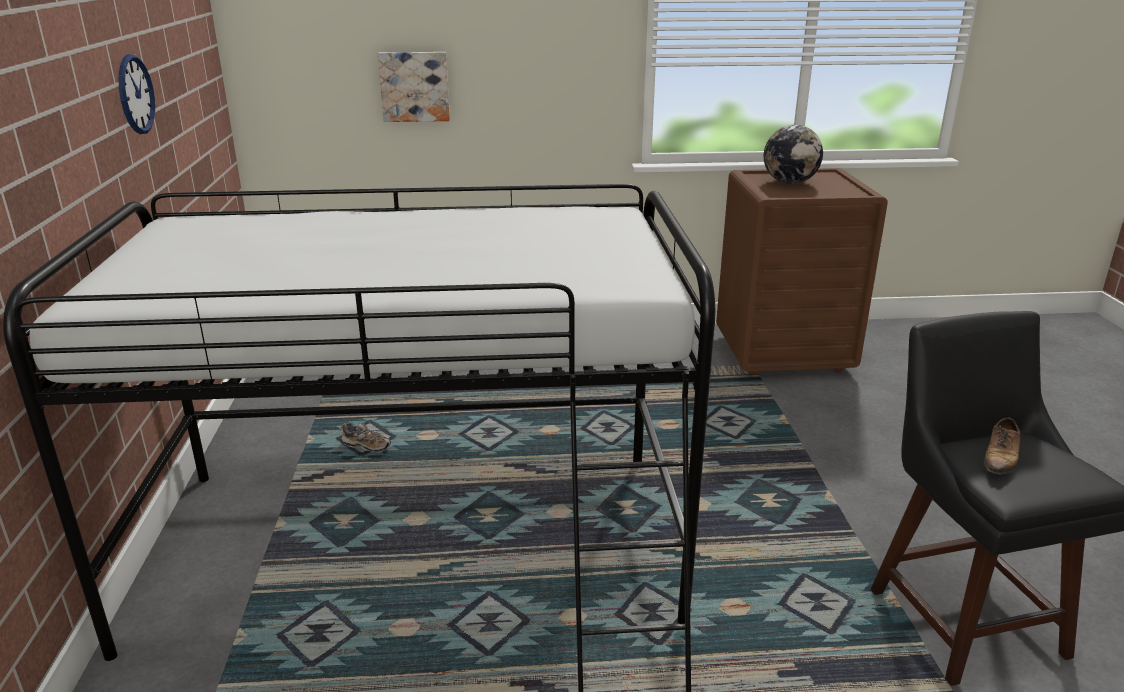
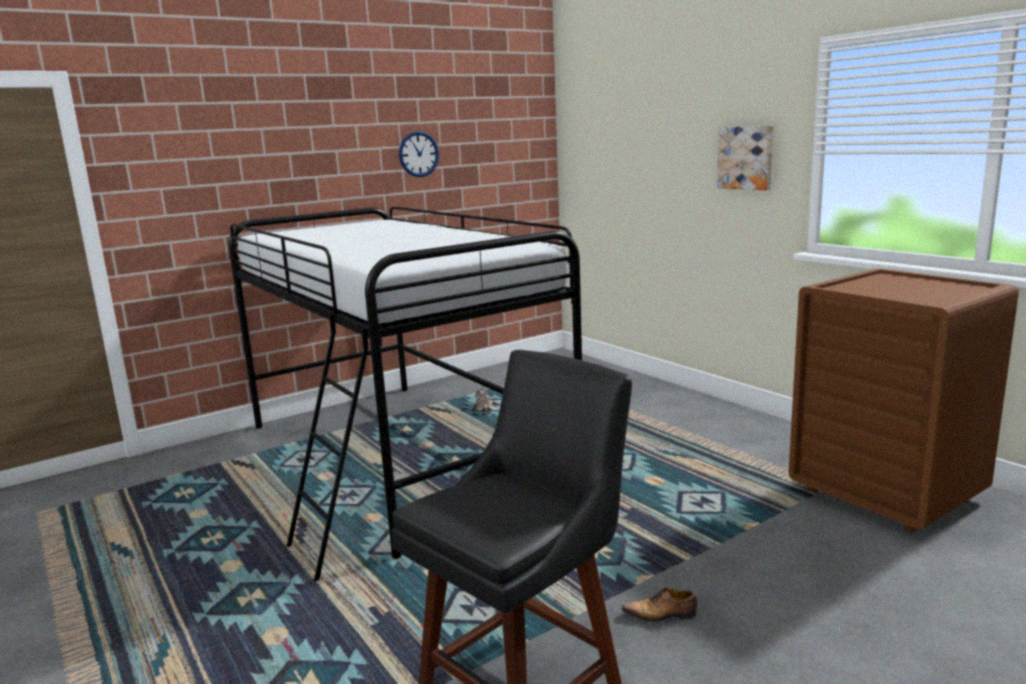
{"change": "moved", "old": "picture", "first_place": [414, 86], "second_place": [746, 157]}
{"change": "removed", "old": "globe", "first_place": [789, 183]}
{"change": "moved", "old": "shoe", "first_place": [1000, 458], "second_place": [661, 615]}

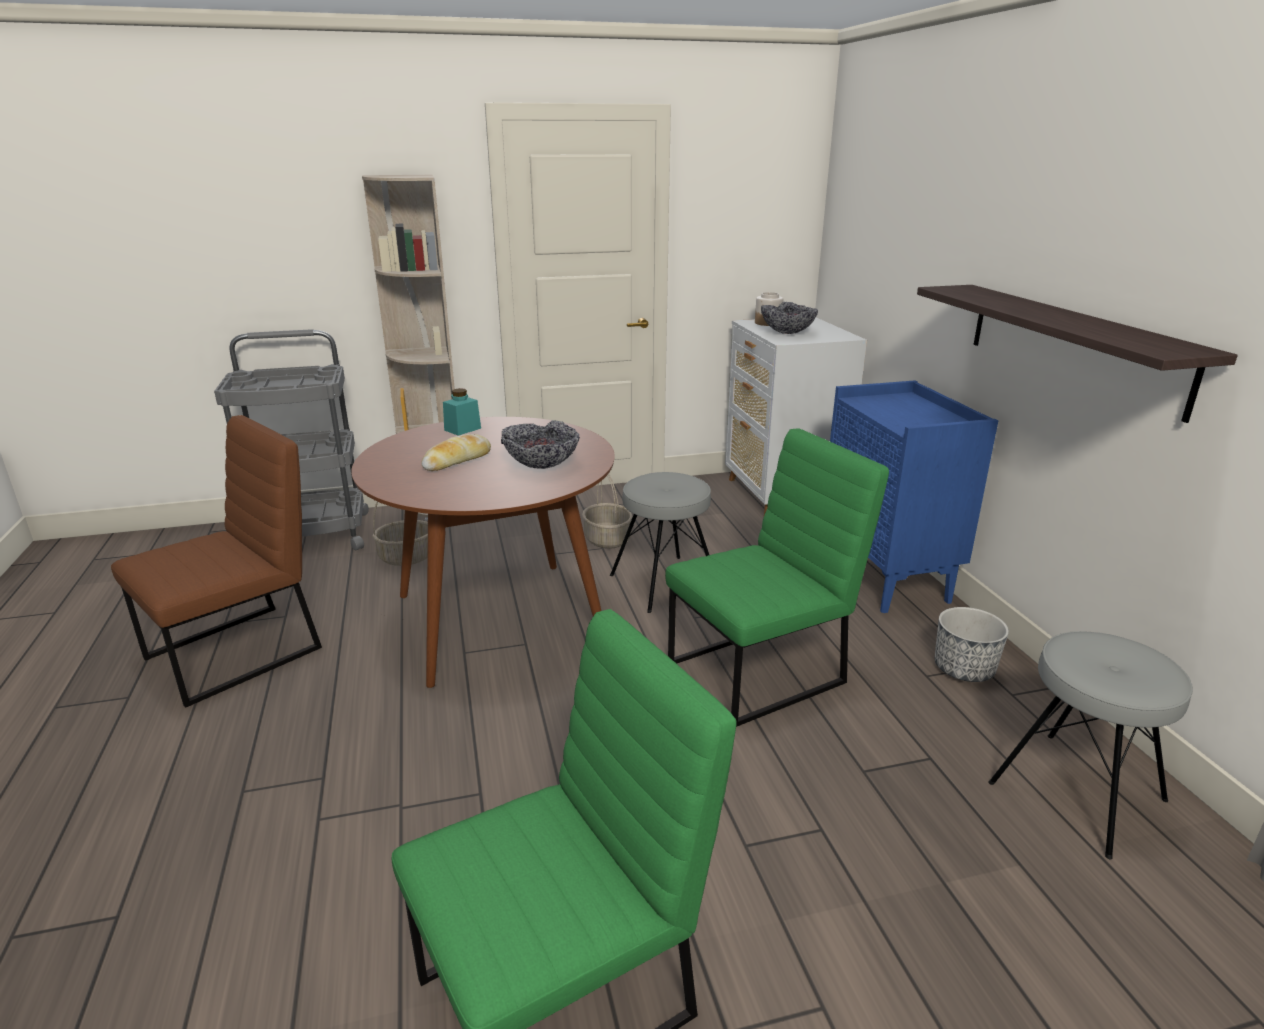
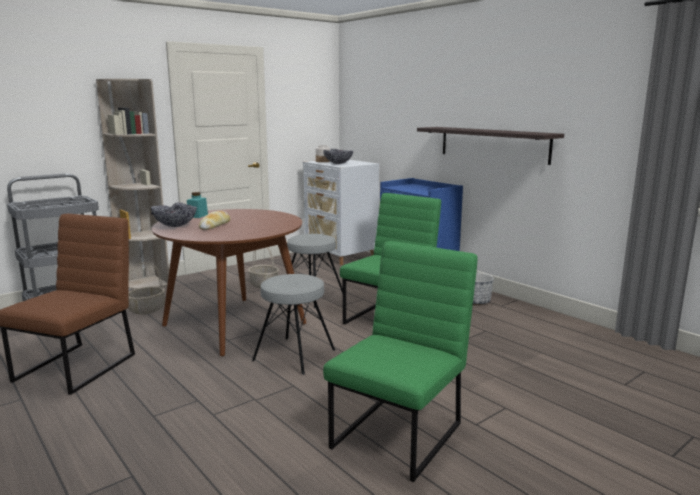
{"change": "moved", "old": "bowl", "first_place": [542, 465], "second_place": [175, 226]}
{"change": "moved", "old": "stool (grey)", "first_place": [1076, 791], "second_place": [294, 355]}

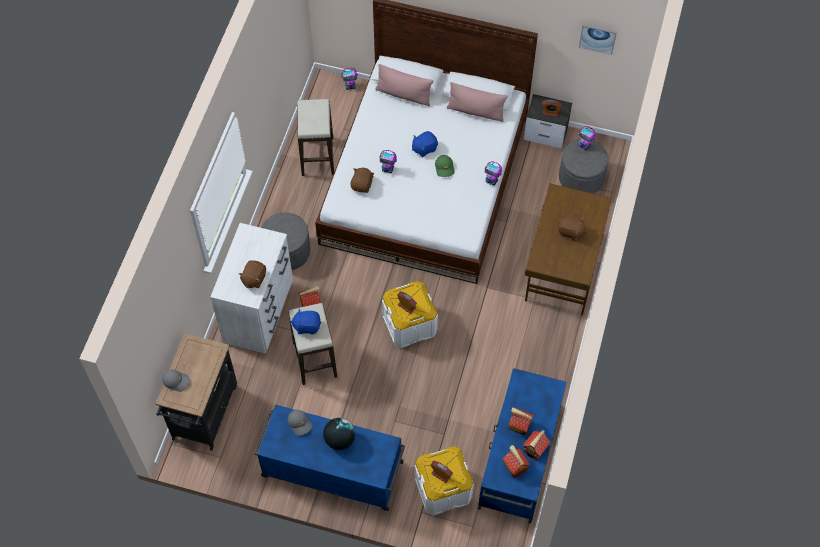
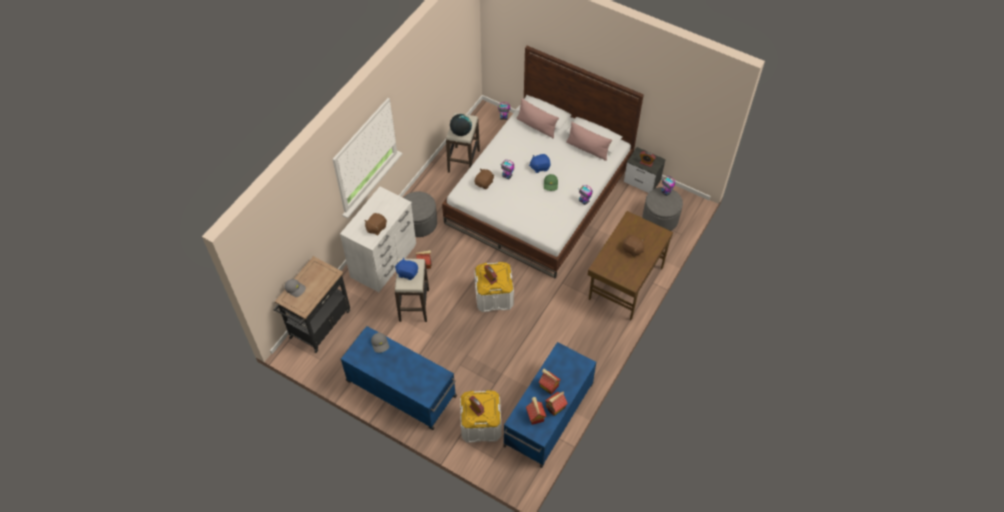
{"change": "removed", "old": "picture", "first_place": [597, 38]}
{"change": "moved", "old": "globe", "first_place": [339, 439], "second_place": [461, 132]}

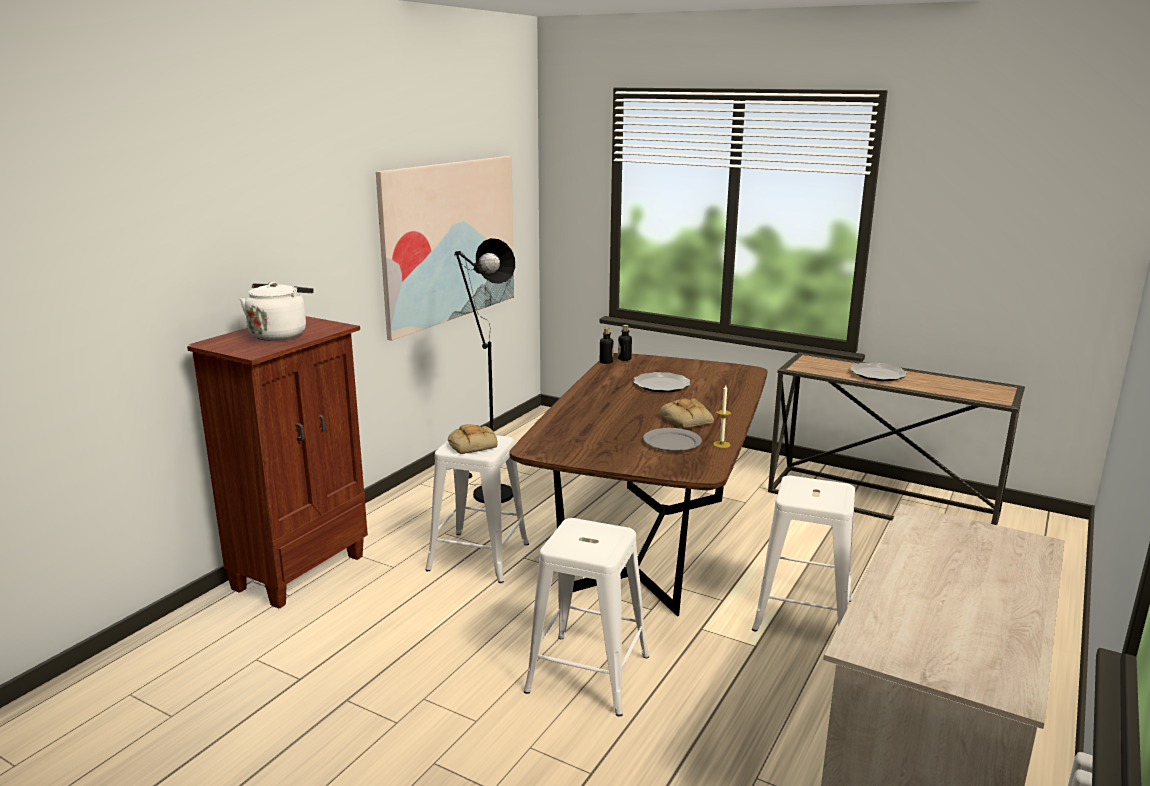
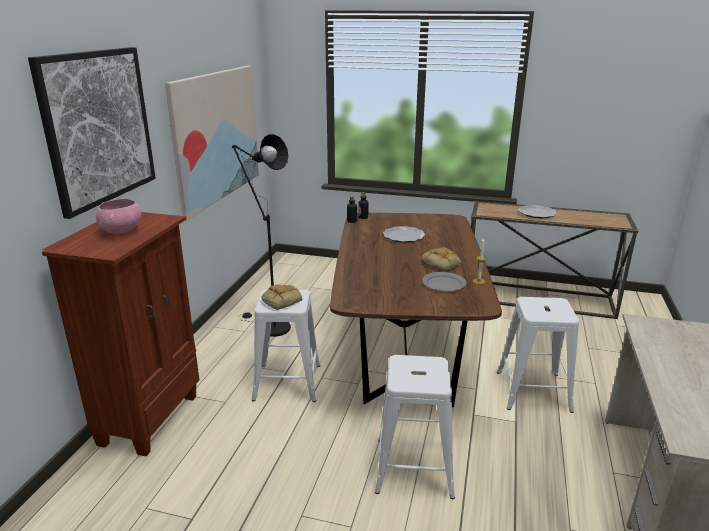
{"change": "replaced", "old": "kettle (white)", "new": "bowl (pink)", "first_place": [280, 335], "second_place": [122, 231]}
{"change": "added", "new": "picture", "second_place": [99, 127]}

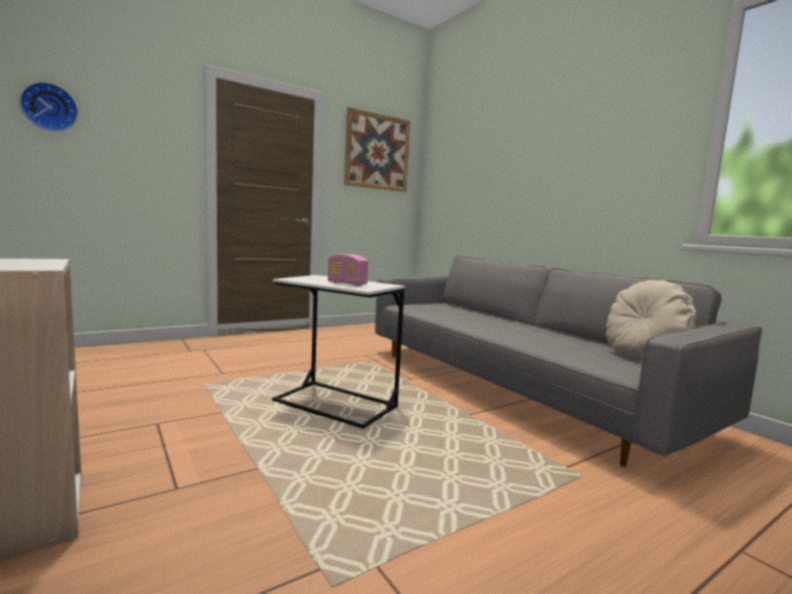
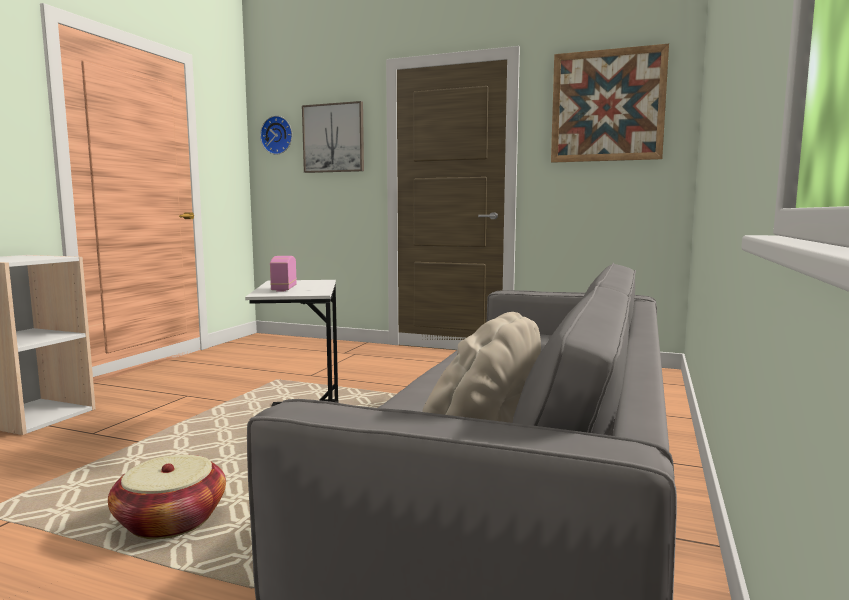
{"change": "added", "new": "picture", "second_place": [333, 138]}
{"change": "added", "new": "basket", "second_place": [171, 521]}

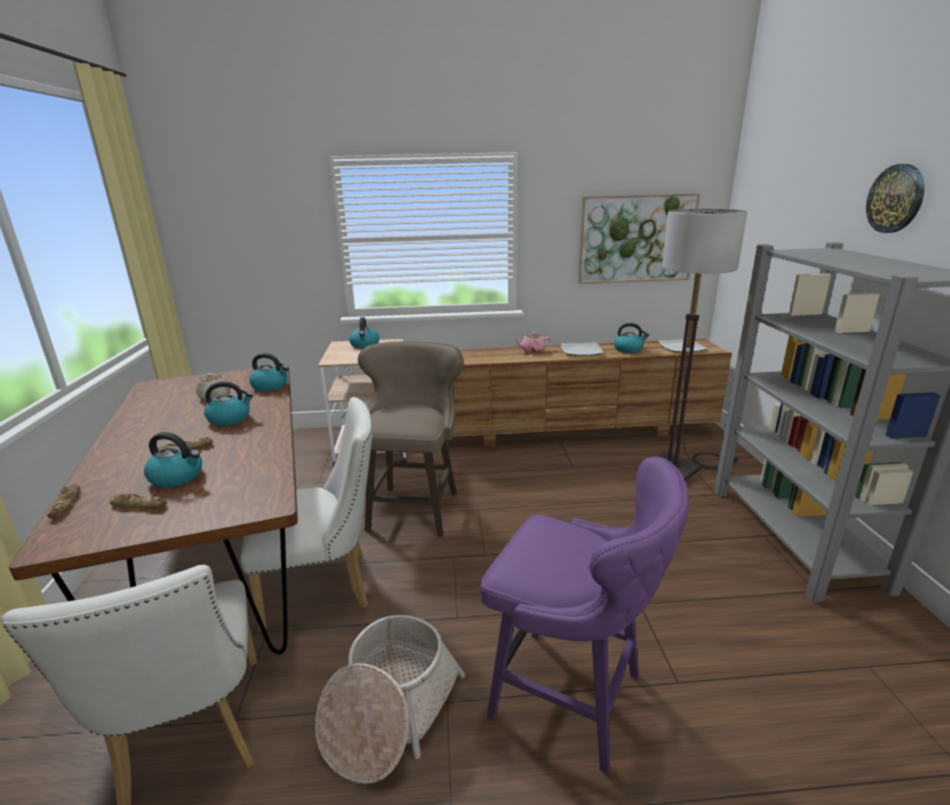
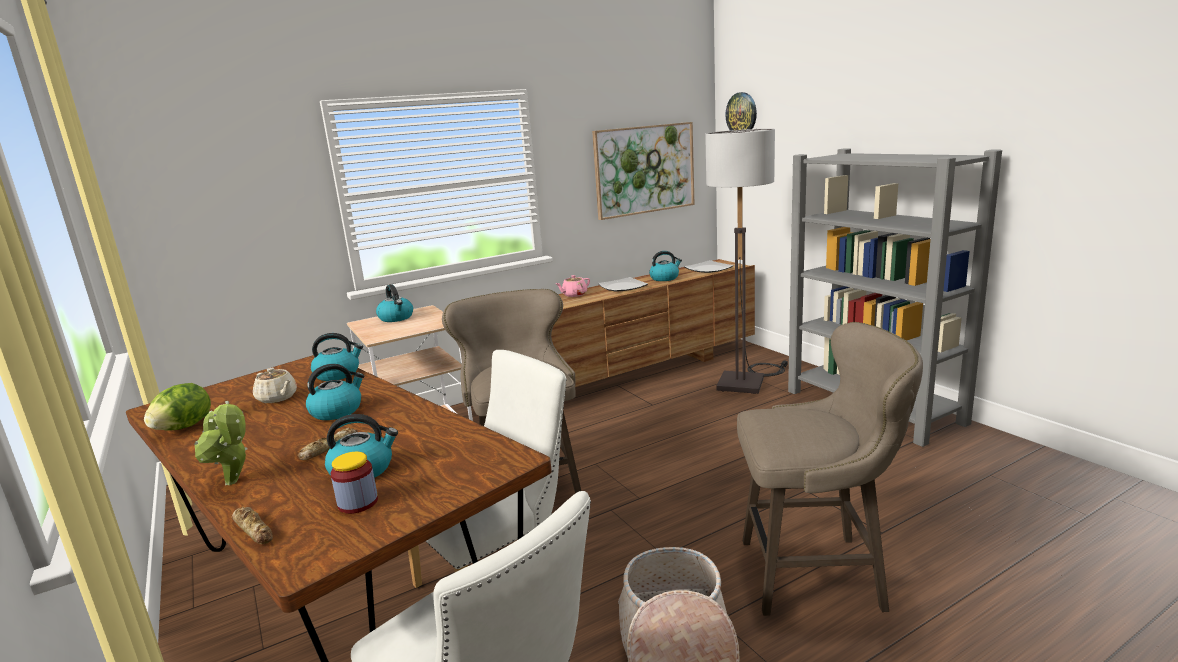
{"change": "moved", "old": "wall clock", "first_place": [895, 199], "second_place": [741, 114]}
{"change": "recoloured", "old": "stool (purple)", "new": "stool (beige)", "first_place": [573, 698], "second_place": [818, 573]}
{"change": "replaced", "old": "bread", "new": "jar", "first_place": [139, 505], "second_place": [358, 503]}
{"change": "added", "new": "lettuce", "second_place": [184, 427]}
{"change": "added", "new": "potted plant", "second_place": [234, 483]}

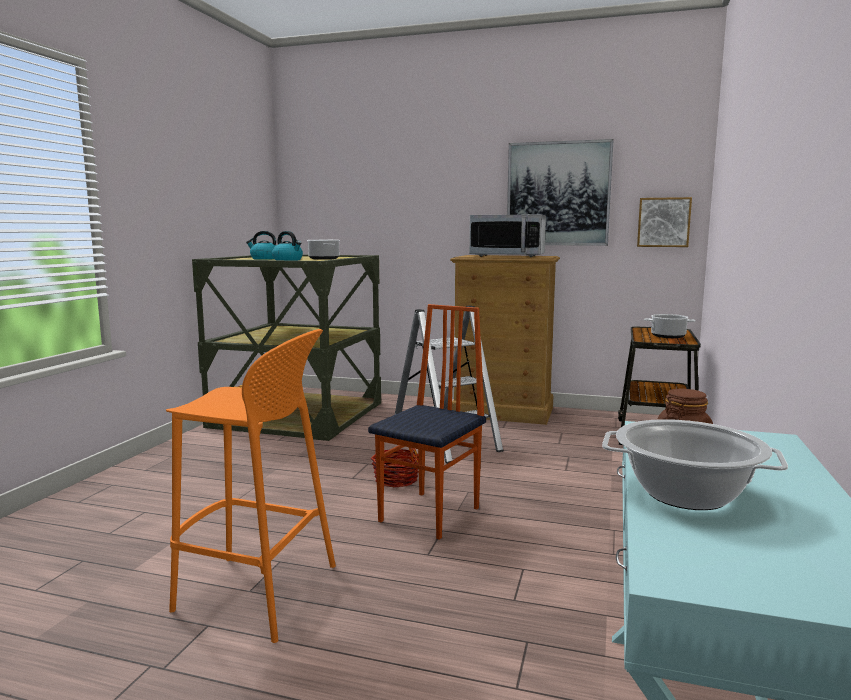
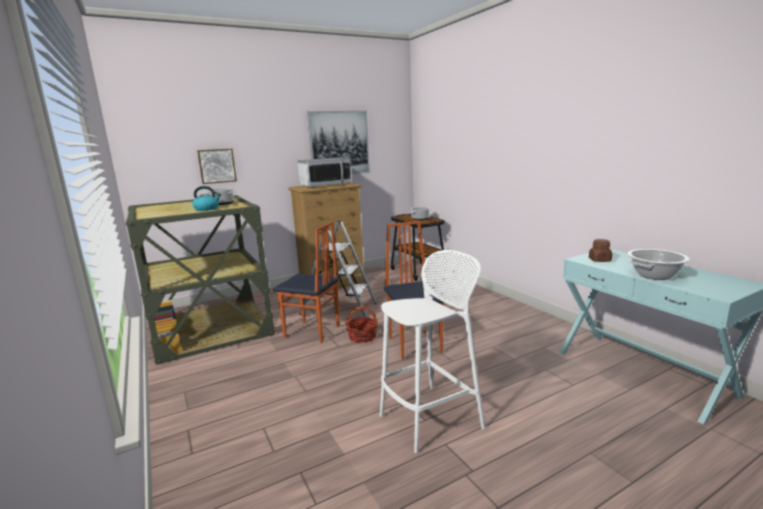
{"change": "moved", "old": "picture", "first_place": [663, 222], "second_place": [217, 166]}
{"change": "removed", "old": "kettle", "first_place": [264, 259]}
{"change": "recoloured", "old": "stool (orange)", "new": "stool (white)", "first_place": [258, 593], "second_place": [430, 418]}
{"change": "added", "new": "chair", "second_place": [312, 332]}

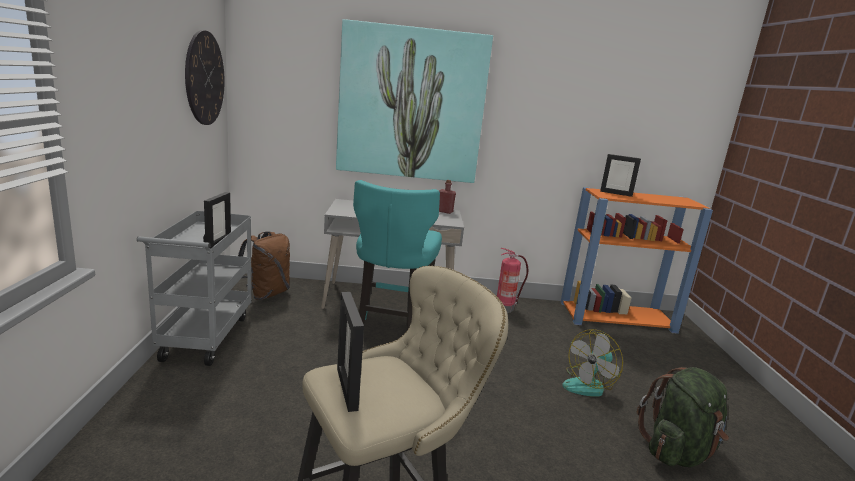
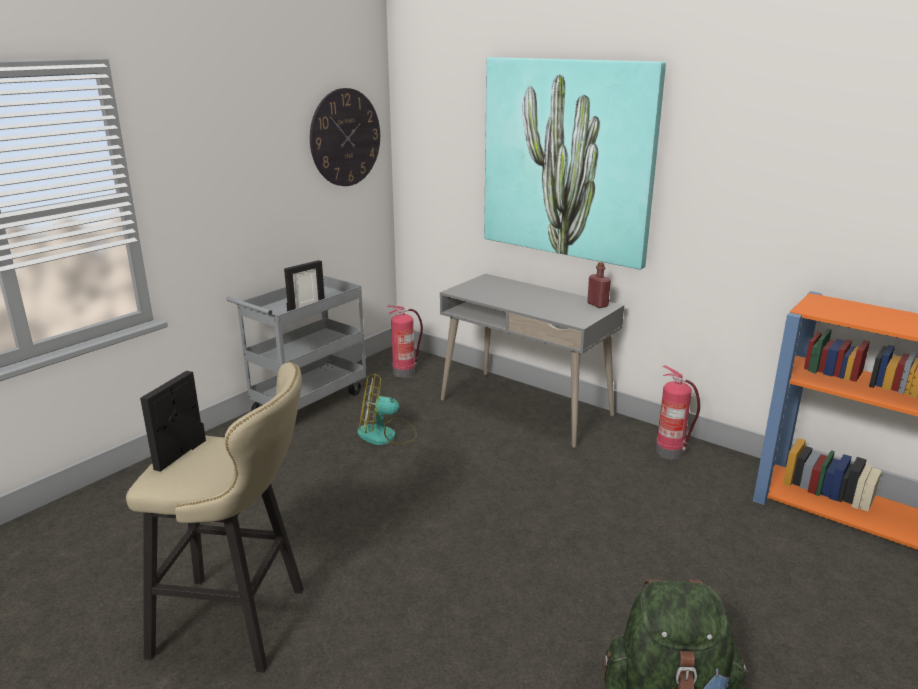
{"change": "removed", "old": "picture frame", "first_place": [616, 193]}
{"change": "removed", "old": "stool (turquoise)", "first_place": [389, 337]}
{"change": "replaced", "old": "backpack (brown)", "new": "fire extinguisher", "first_place": [266, 294], "second_place": [405, 372]}
{"change": "moved", "old": "fan", "first_place": [589, 385], "second_place": [386, 435]}

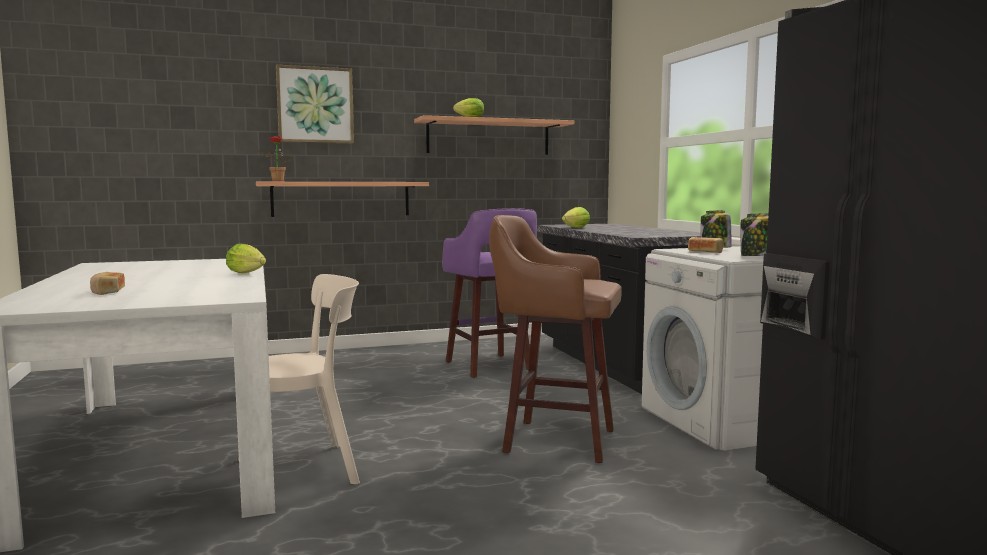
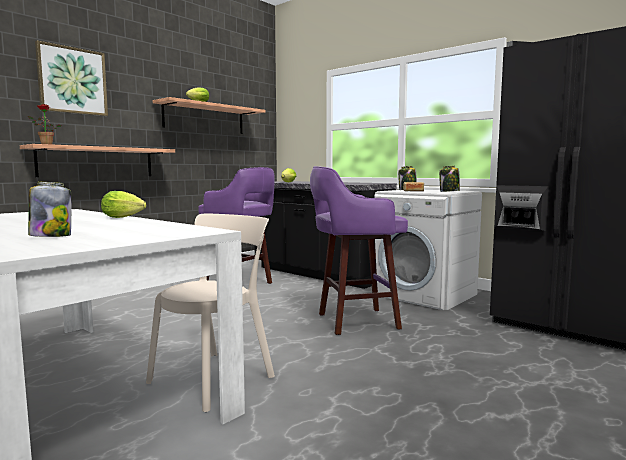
{"change": "recoloured", "old": "stool (brown)", "new": "stool (purple)", "first_place": [554, 440], "second_place": [354, 322]}
{"change": "replaced", "old": "bread", "new": "jar", "first_place": [107, 292], "second_place": [51, 236]}

